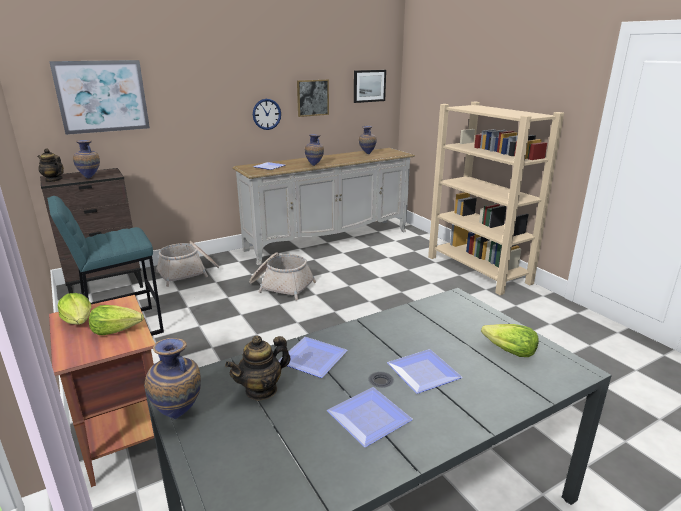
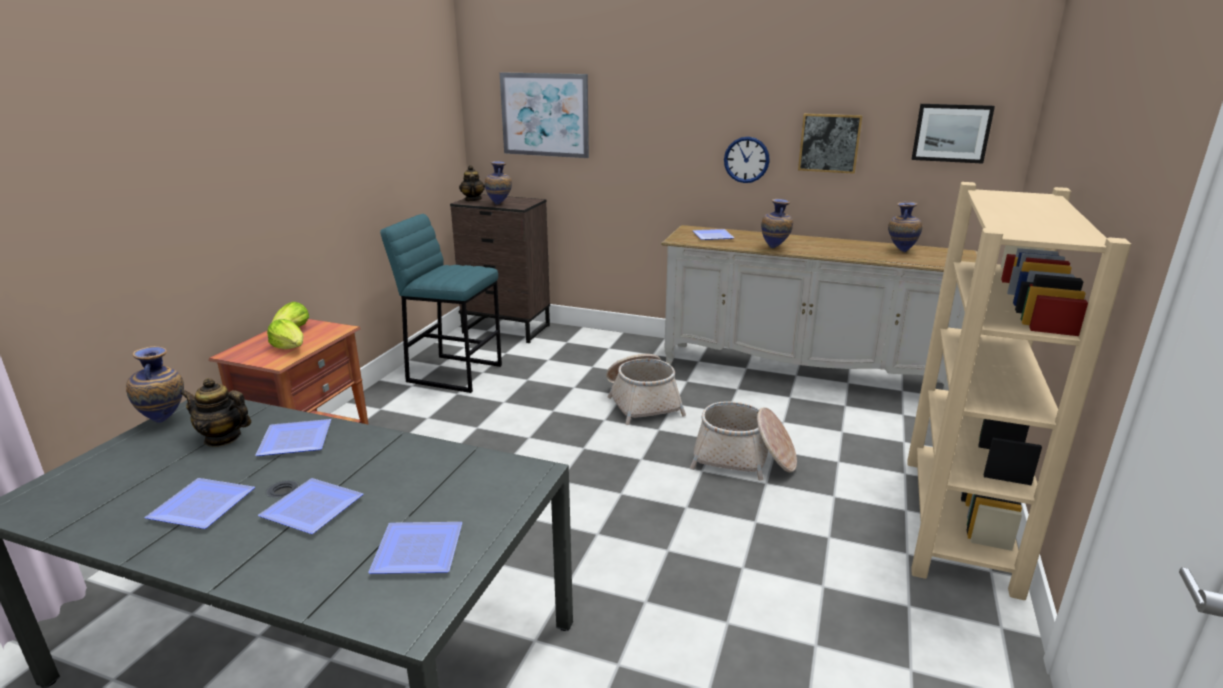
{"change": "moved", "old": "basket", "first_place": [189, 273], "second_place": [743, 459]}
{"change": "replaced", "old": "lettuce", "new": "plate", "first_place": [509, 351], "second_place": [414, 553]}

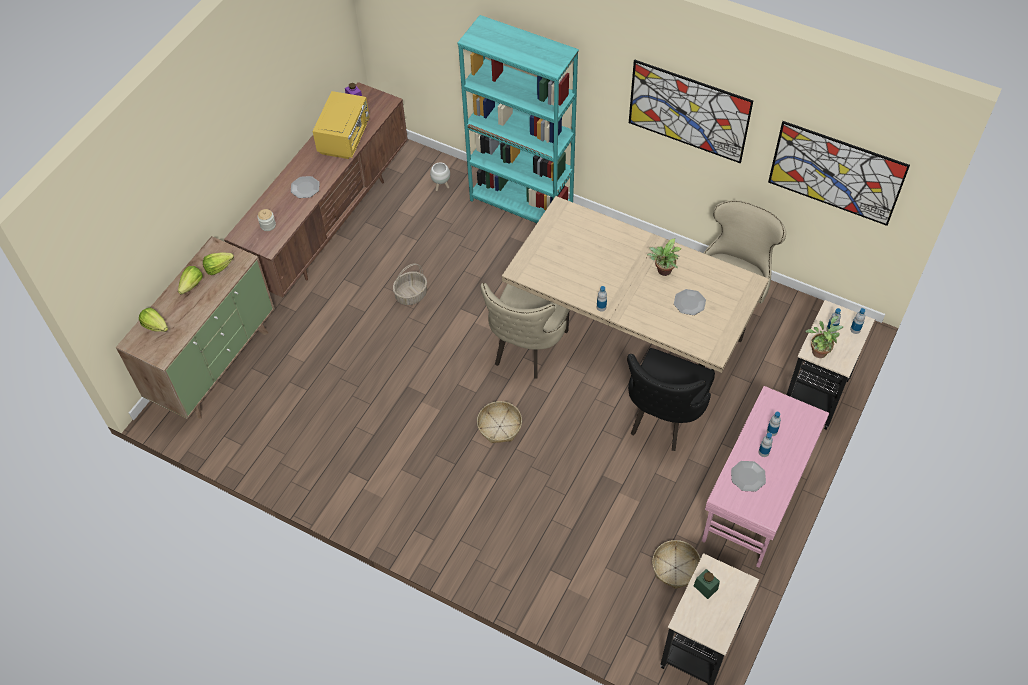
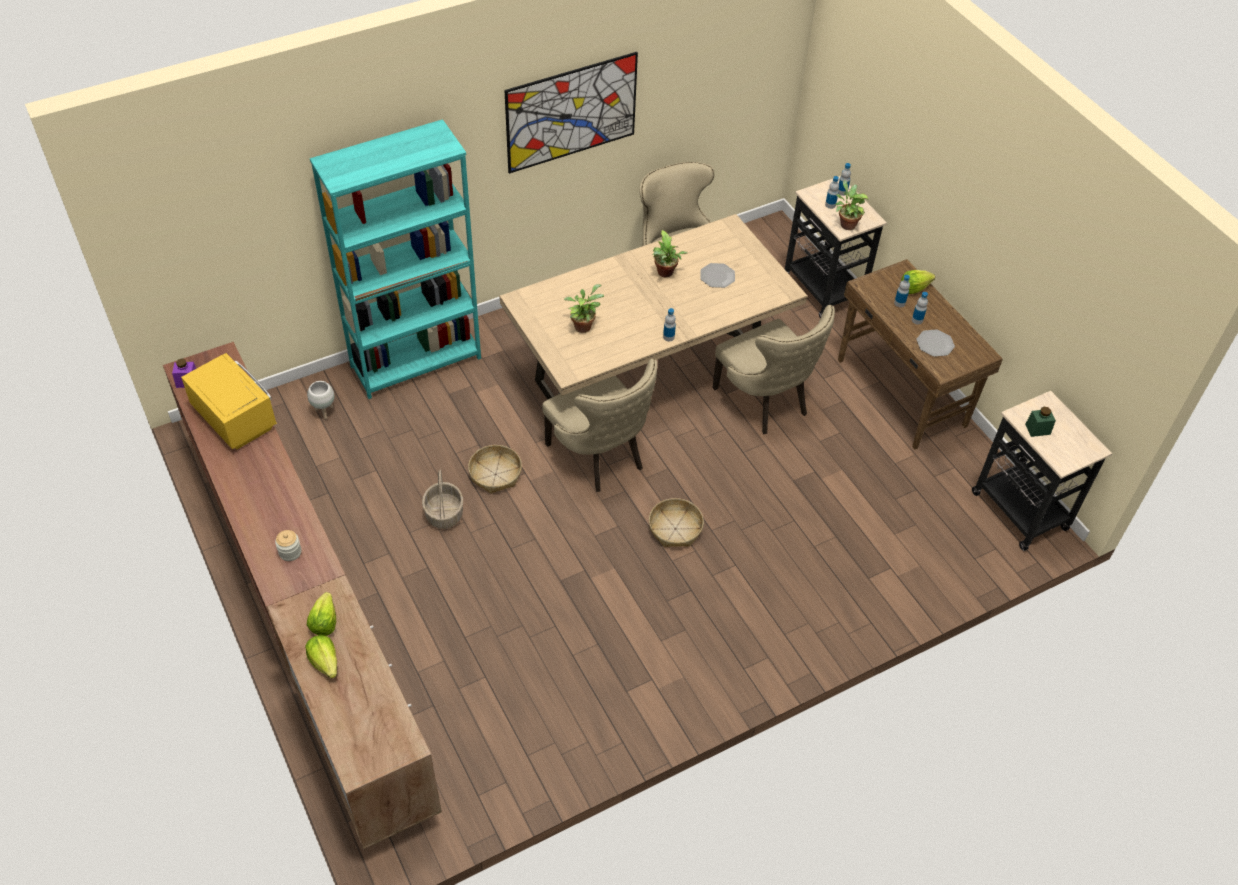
{"change": "removed", "old": "picture", "first_place": [836, 173]}
{"change": "removed", "old": "plate", "first_place": [305, 188]}
{"change": "moved", "old": "lettuce", "first_place": [155, 326], "second_place": [914, 288]}
{"change": "recoloured", "old": "chair (black)", "new": "chair (beige)", "first_place": [663, 418], "second_place": [765, 401]}
{"change": "recoloured", "old": "console table (pink)", "new": "console table (brown)", "first_place": [754, 504], "second_place": [902, 393]}
{"change": "moved", "old": "basket", "first_place": [675, 567], "second_place": [495, 474]}
{"change": "added", "new": "potted plant", "second_place": [583, 325]}

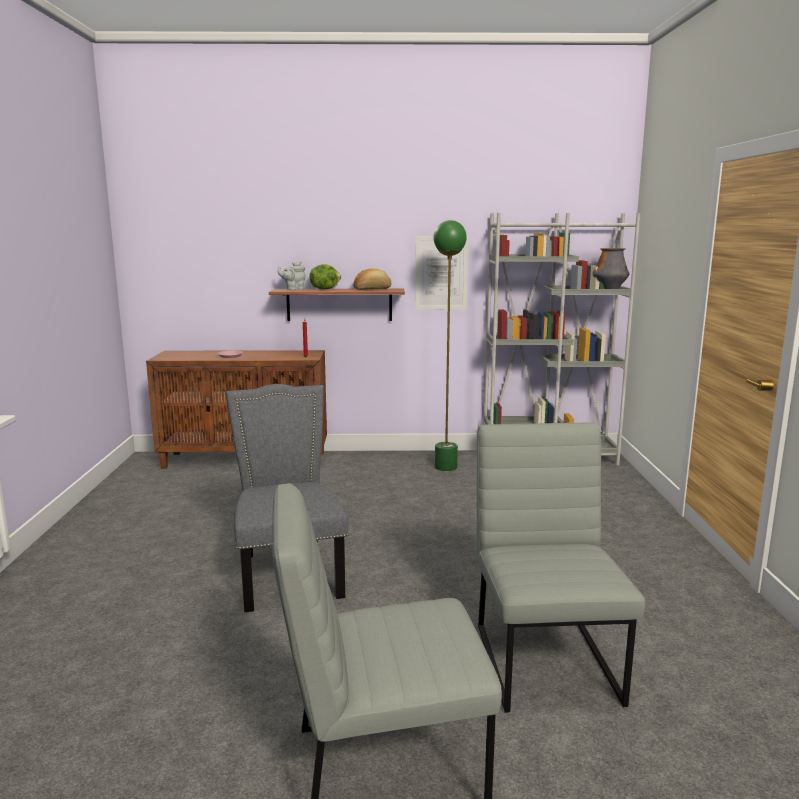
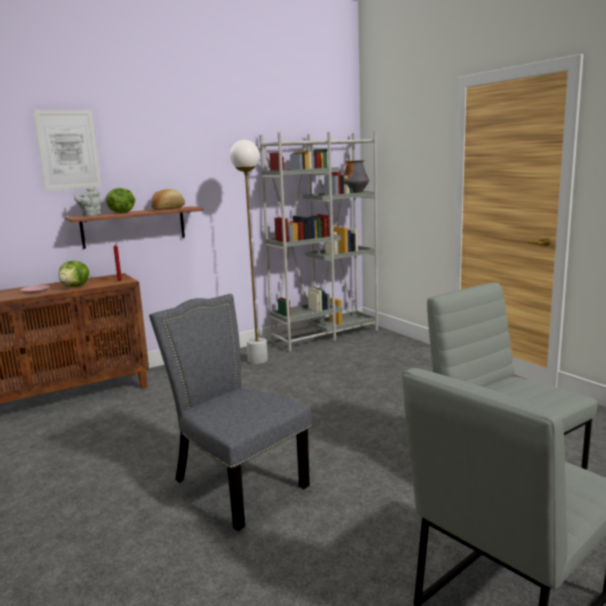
{"change": "recoloured", "old": "floor lamp (green)", "new": "floor lamp (white)", "first_place": [446, 467], "second_place": [258, 360]}
{"change": "moved", "old": "picture", "first_place": [441, 273], "second_place": [68, 150]}
{"change": "added", "new": "lettuce", "second_place": [75, 286]}

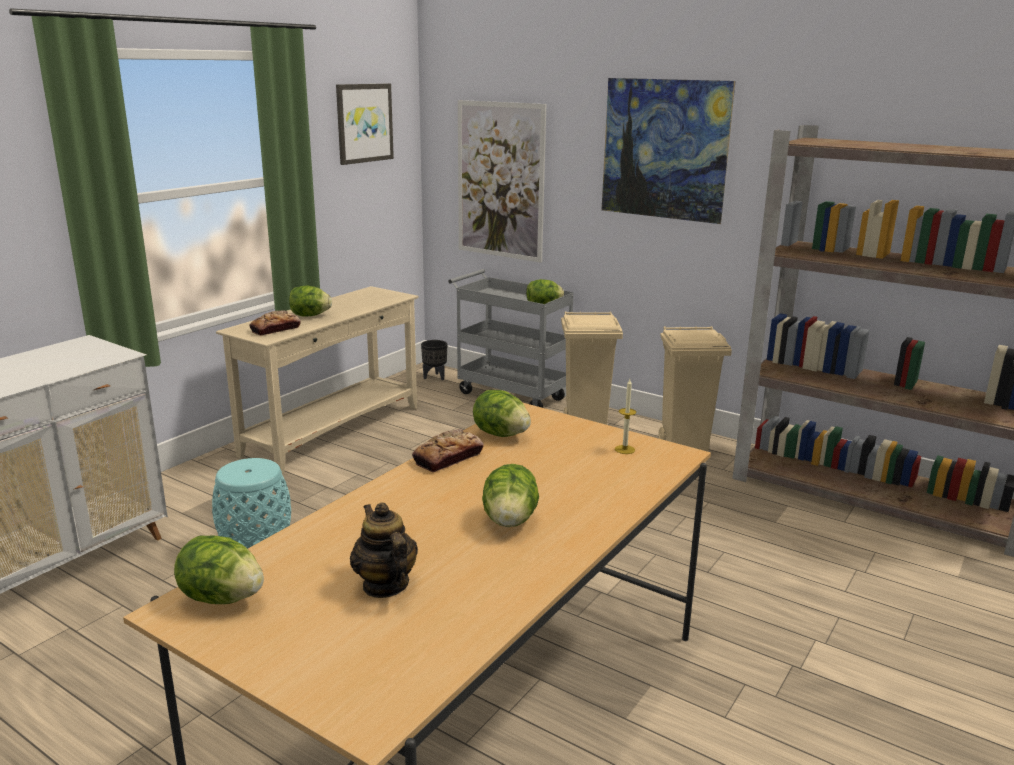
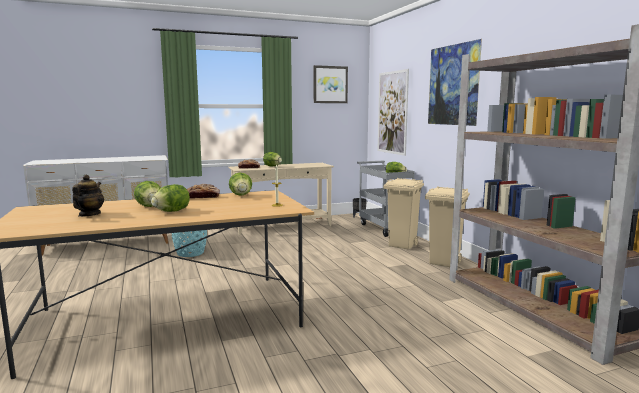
{"change": "moved", "old": "lettuce", "first_place": [222, 598], "second_place": [150, 206]}

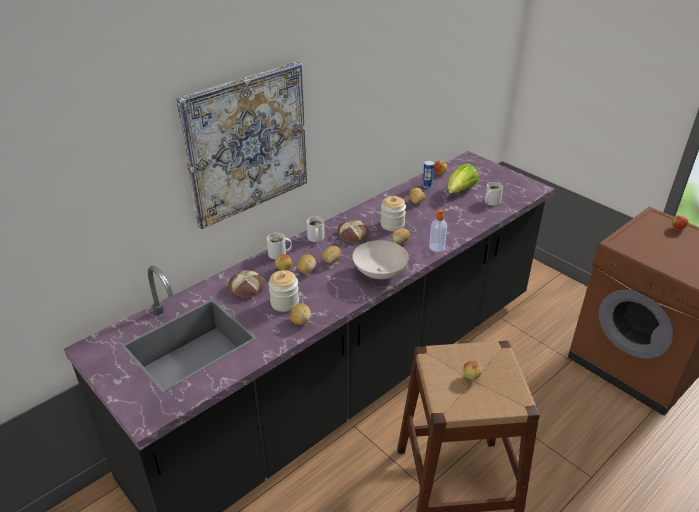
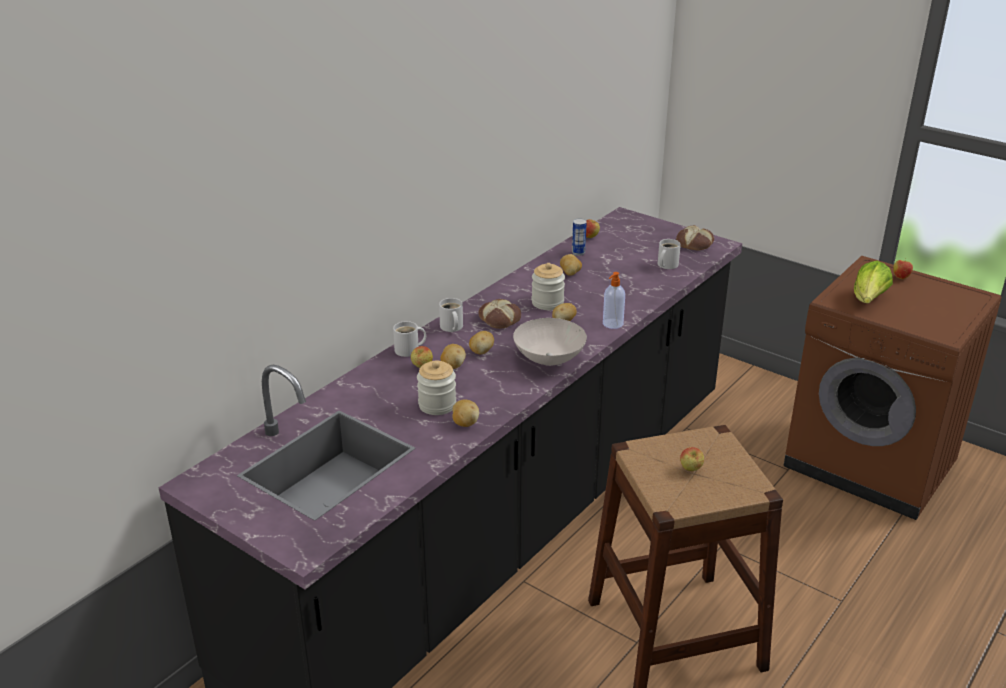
{"change": "removed", "old": "picture", "first_place": [246, 144]}
{"change": "moved", "old": "lettuce", "first_place": [460, 191], "second_place": [868, 300]}
{"change": "moved", "old": "bread", "first_place": [247, 288], "second_place": [695, 244]}

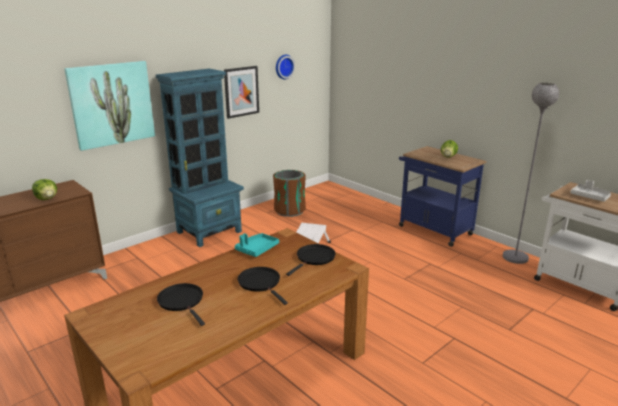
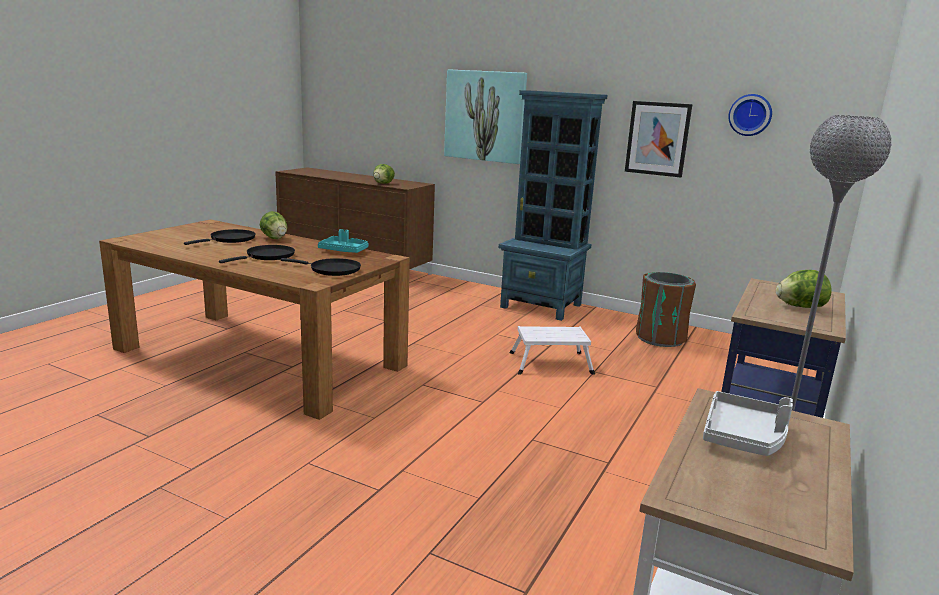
{"change": "added", "new": "lettuce", "second_place": [275, 238]}

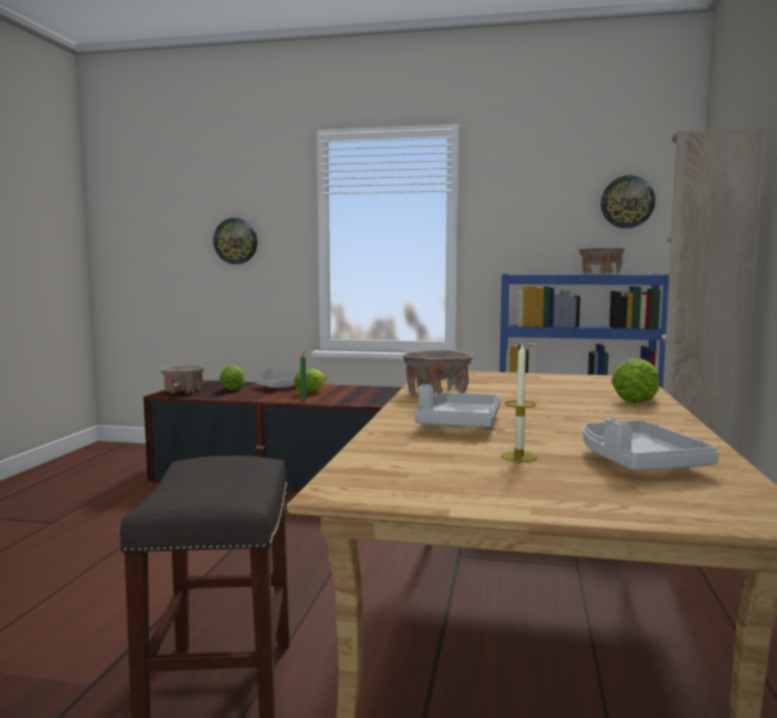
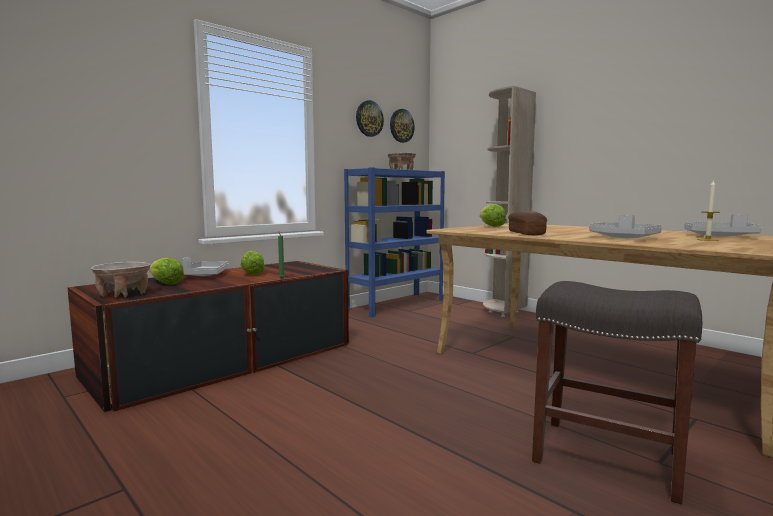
{"change": "moved", "old": "wall clock", "first_place": [235, 241], "second_place": [369, 118]}
{"change": "replaced", "old": "bowl (beige)", "new": "bread", "first_place": [436, 394], "second_place": [526, 233]}
{"change": "moved", "old": "lettuce", "first_place": [636, 400], "second_place": [491, 226]}

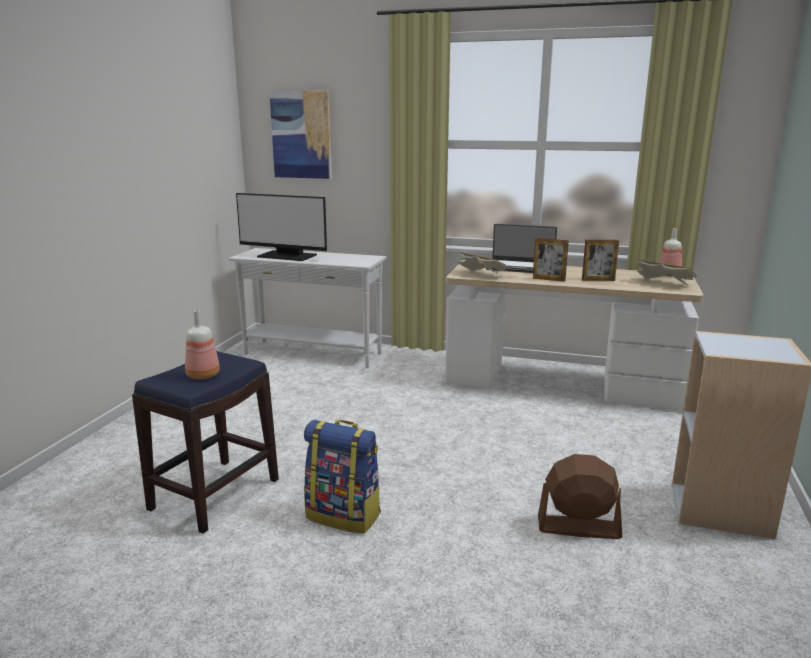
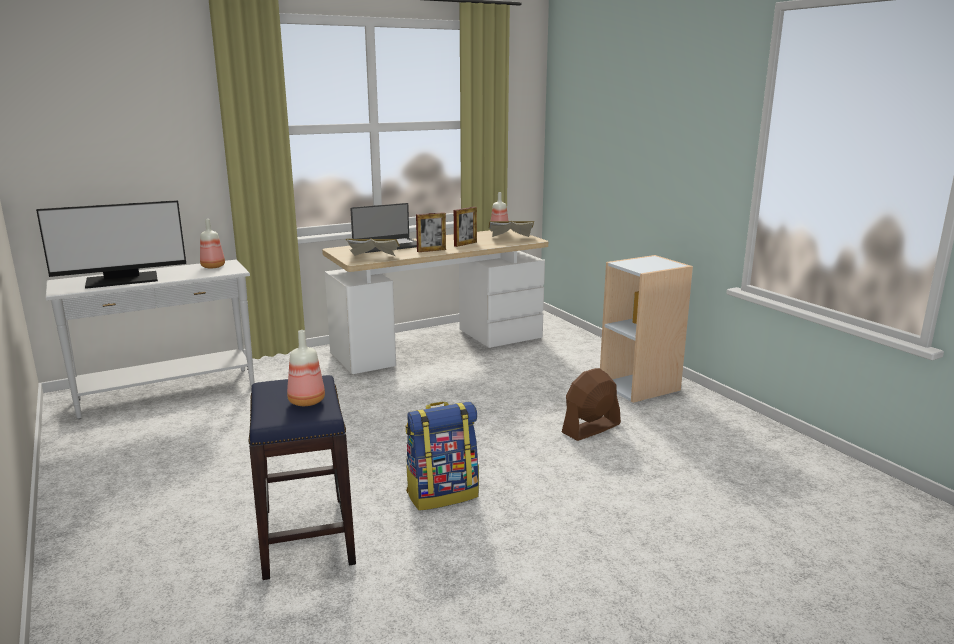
{"change": "removed", "old": "picture", "first_place": [301, 135]}
{"change": "added", "new": "bottle", "second_place": [214, 266]}

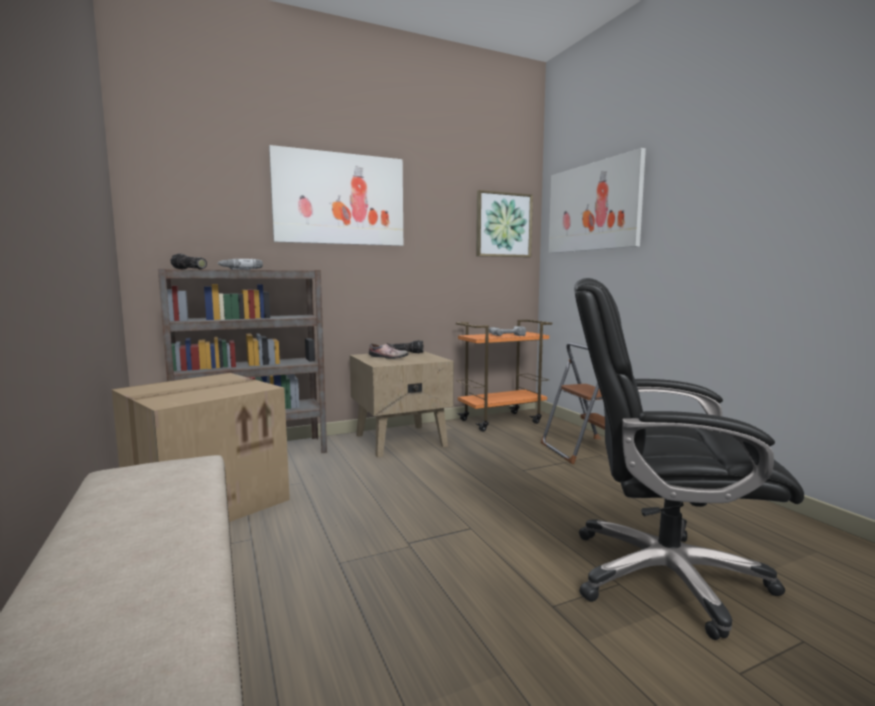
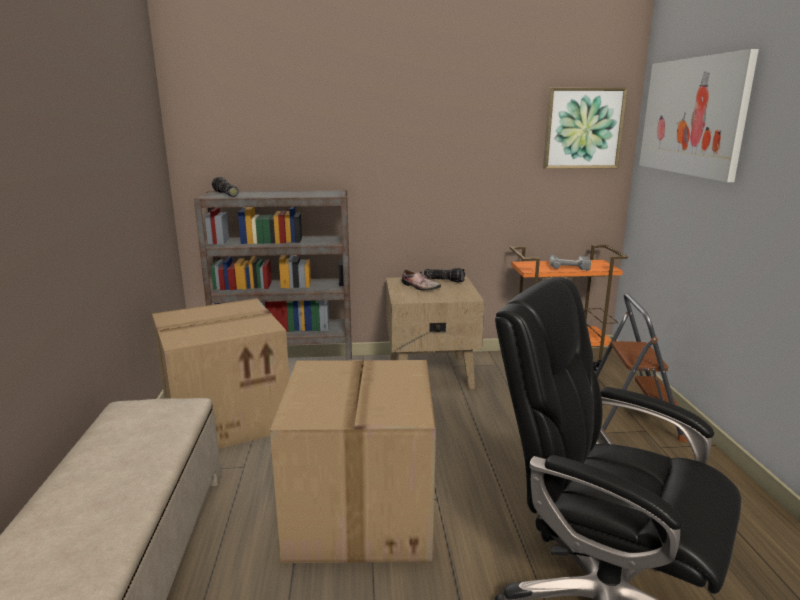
{"change": "removed", "old": "picture", "first_place": [339, 199]}
{"change": "removed", "old": "power drill", "first_place": [237, 269]}
{"change": "added", "new": "cardboard box", "second_place": [363, 513]}

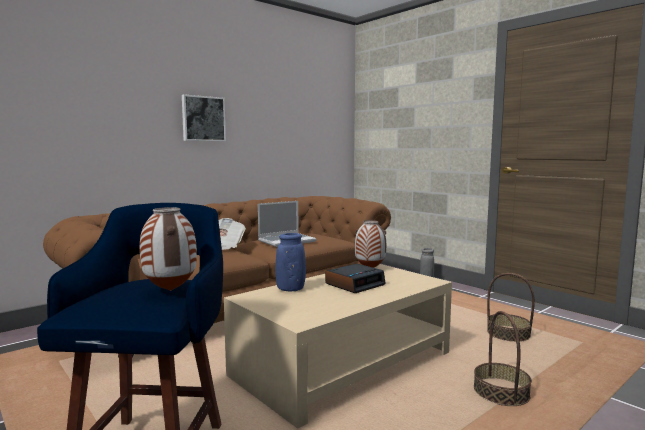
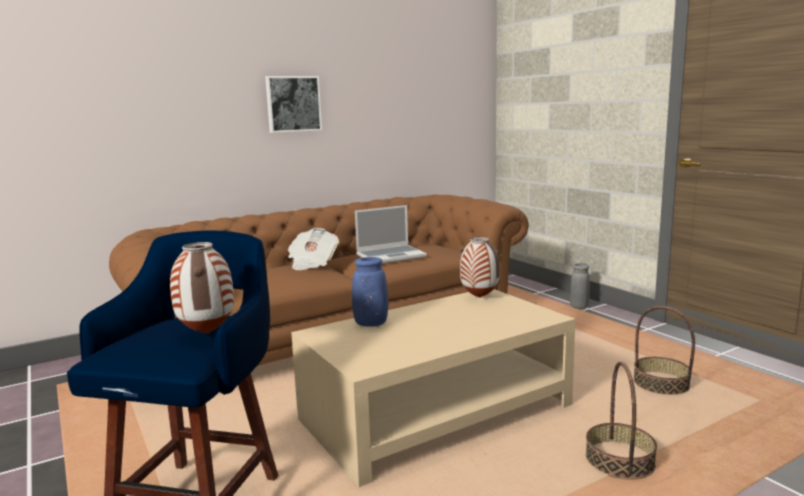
{"change": "removed", "old": "alarm clock", "first_place": [355, 284]}

